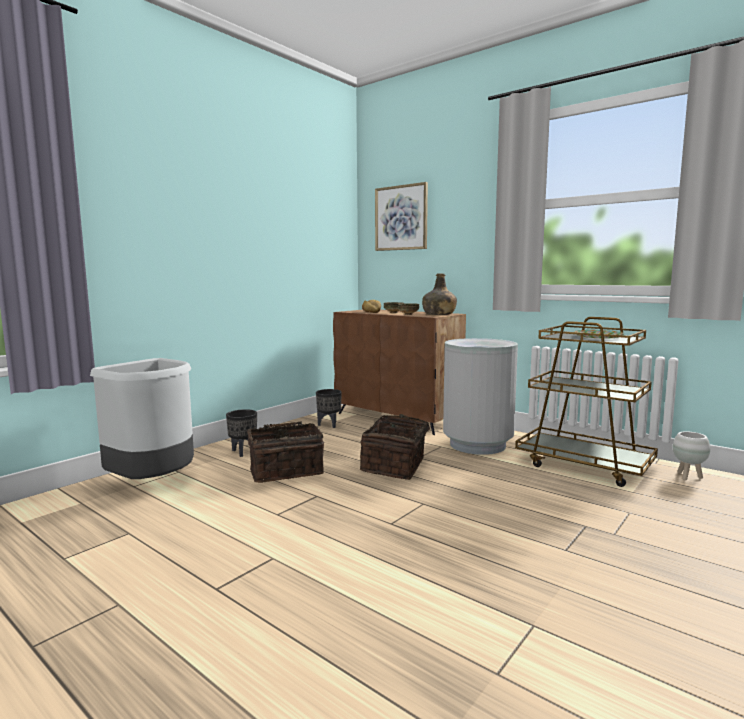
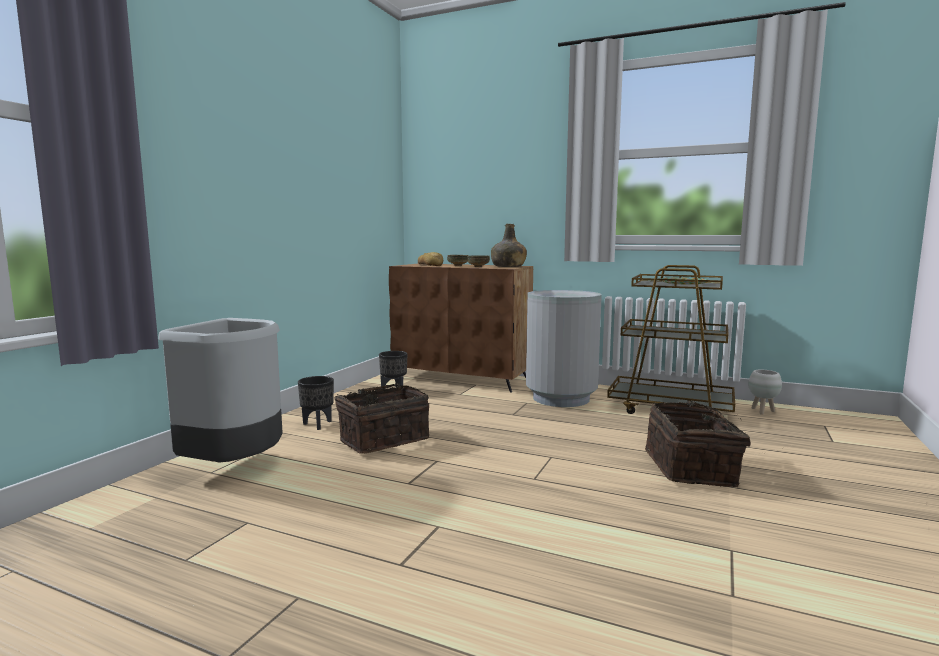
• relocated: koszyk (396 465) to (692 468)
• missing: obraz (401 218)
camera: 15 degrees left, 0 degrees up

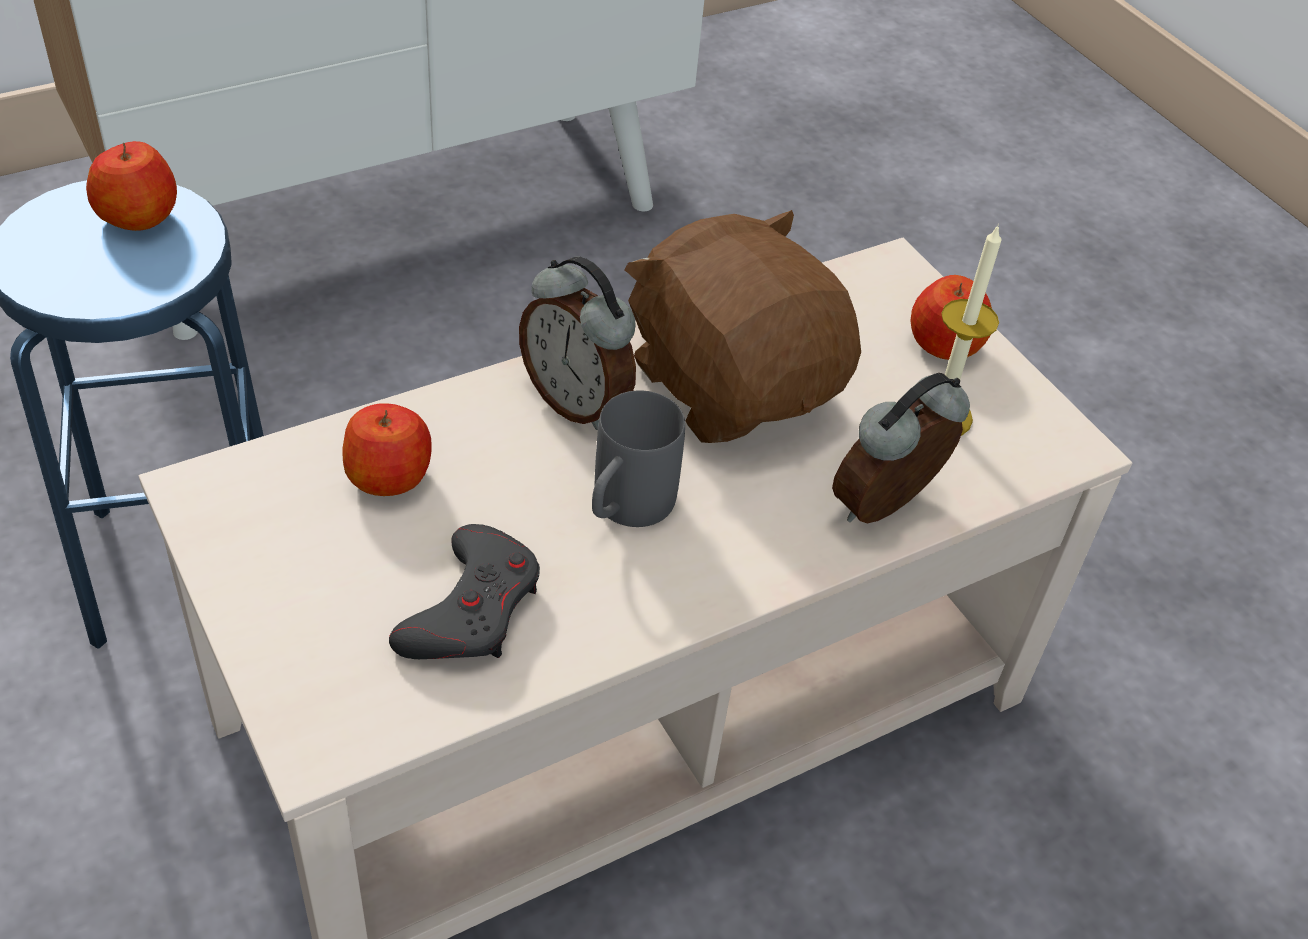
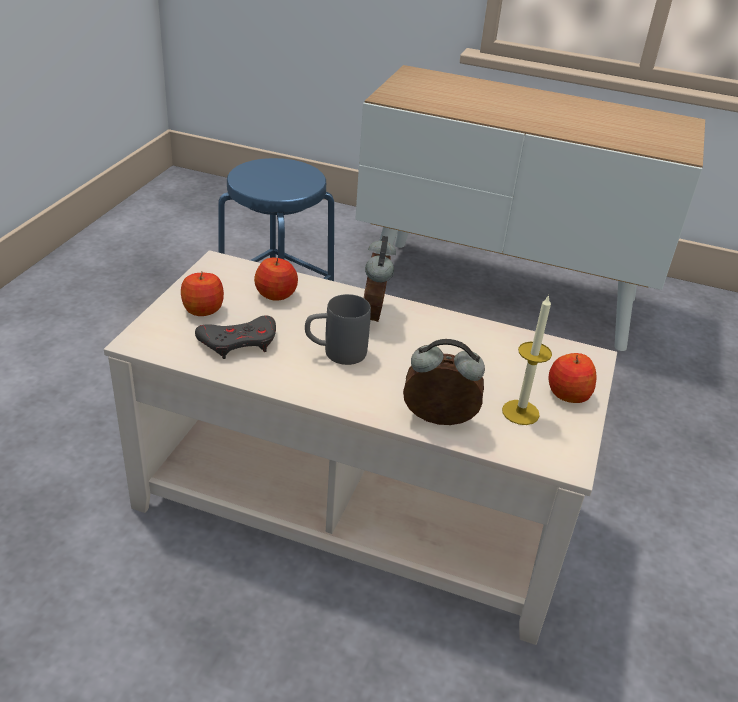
• relocated: jabłko (138 216) to (203 309)
• missing: pluszak [brązowy] (733 384)
camera: 50 degrees right, 10 degrees down

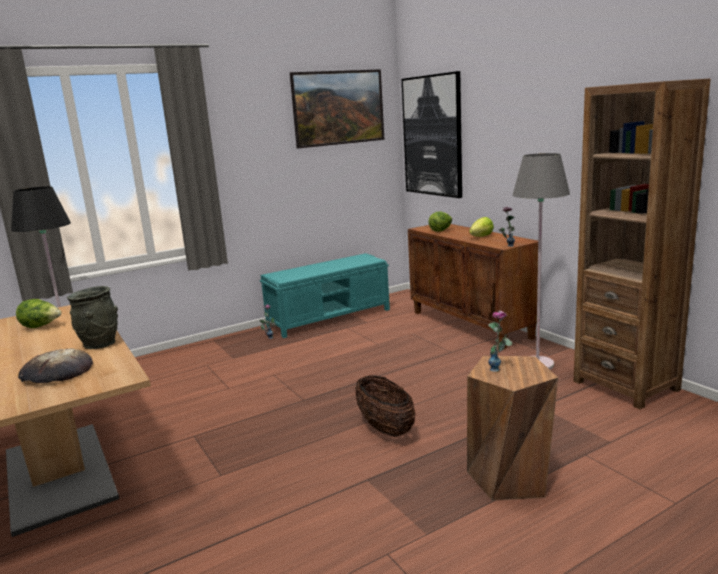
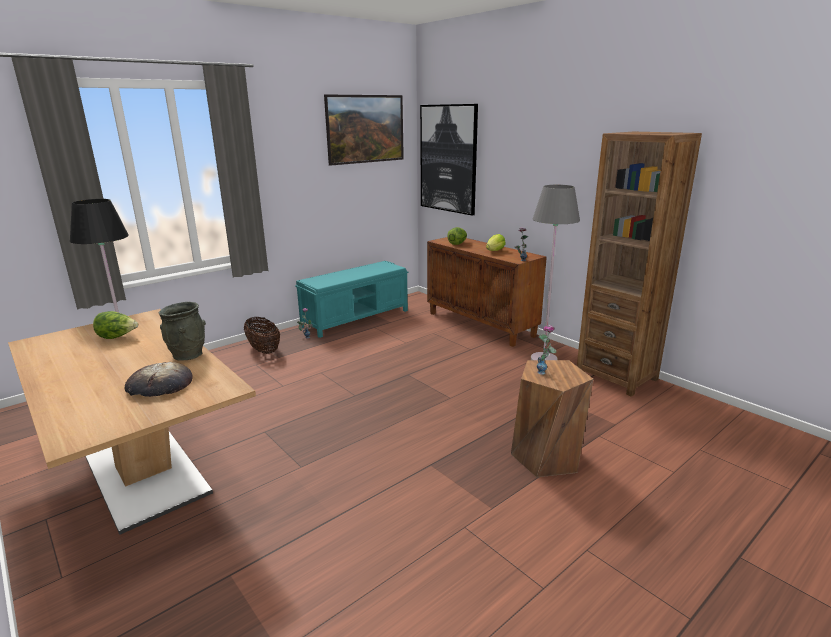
• relocated: koszyk (385 428) to (264 350)
camera: 10 degrees left, 5 degrees up

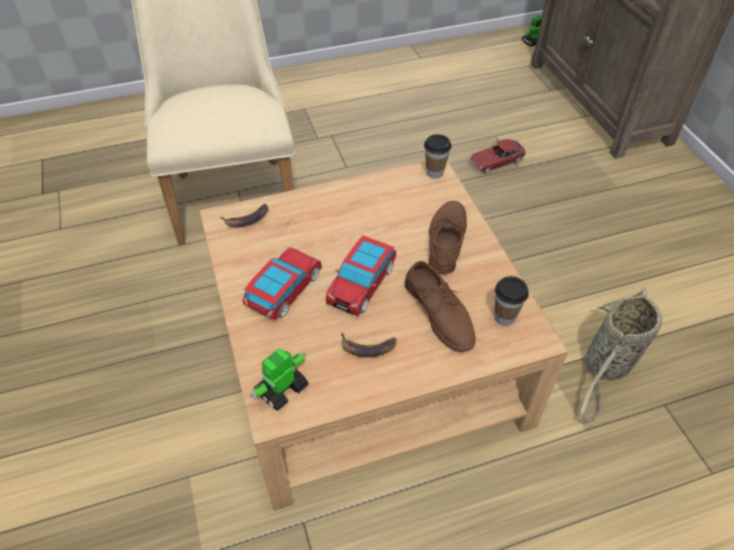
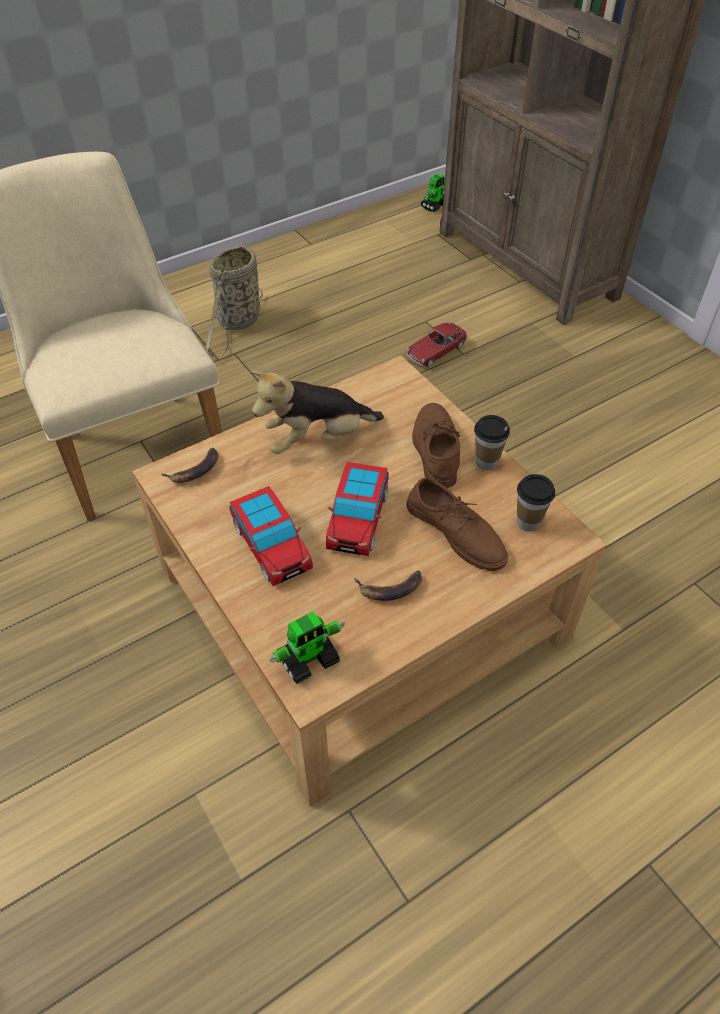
• spun: samochodzik (284 291) = (271 545) 135 degrees clockwise
• spun: robot zabawkowy (281 390) = (309 659) 150 degrees counterclockwise
• relocated: filiżanka (434 173) to (486 462)
• relocated: koszyk (606 366) to (238 322)
• appeared: pluszak (317 439)
camera: 15 degrees left, 0 degrees up

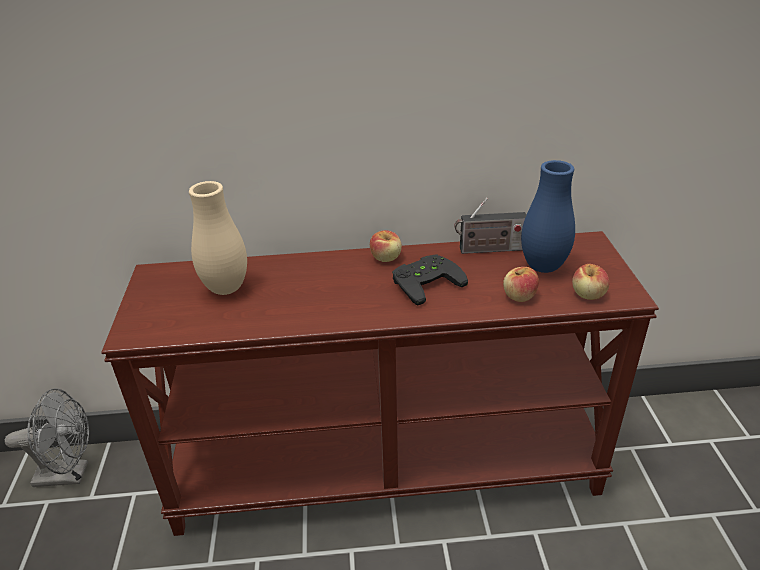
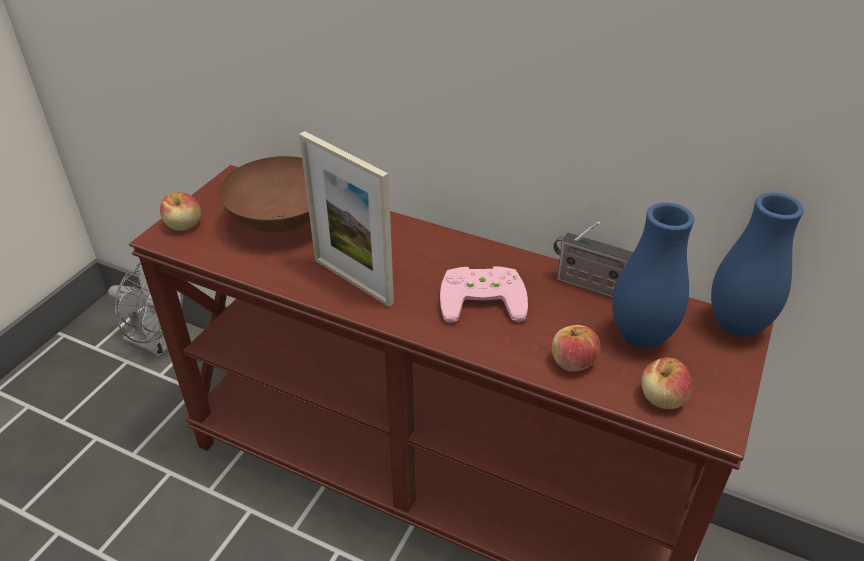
• exchanged: wazon [beżowy] (226 288) to miska [brązowy] (282 222)
• relocated: jabłko (386 257) to (184 225)
• colour: pad do gier [czarny] (425 281) to pad do gier [różowy] (482 296)
• appeared: ramka na zdjęcie (353 281)
• appeared: wazon [niebieski] (736 326)
camera: 30 degrees right, 5 degrees up

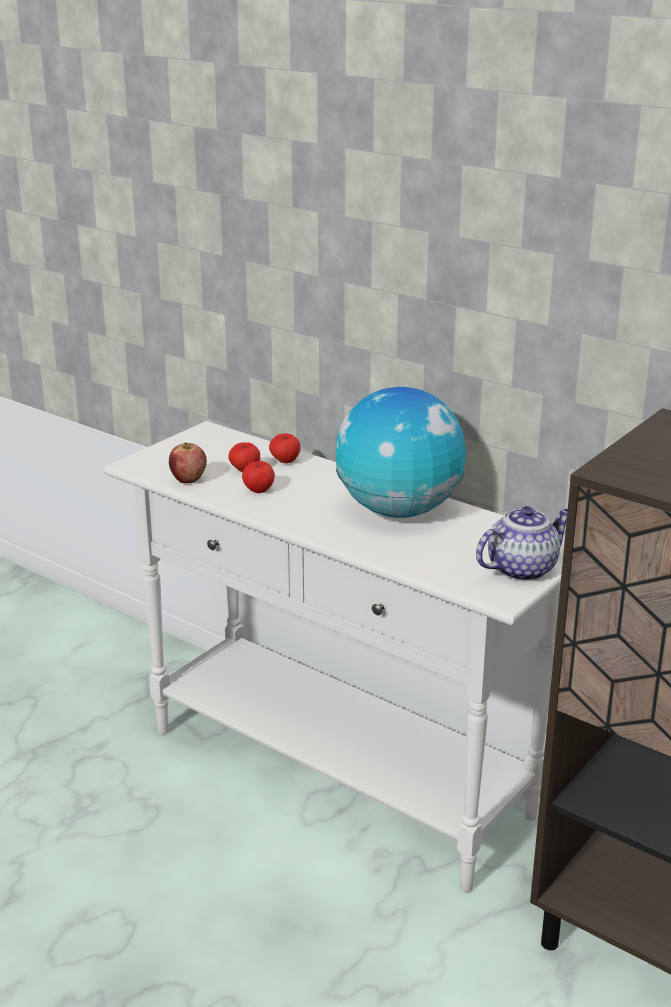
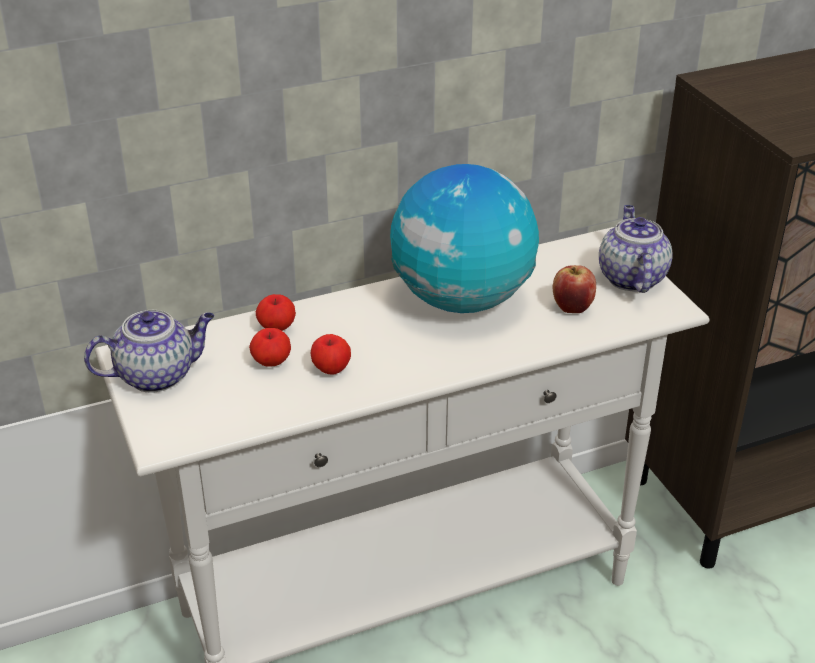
• relocated: jabłko (188 480) to (572 308)
• appeared: imbryk (157 375)
camera: 60 degrees left, 10 degrees up

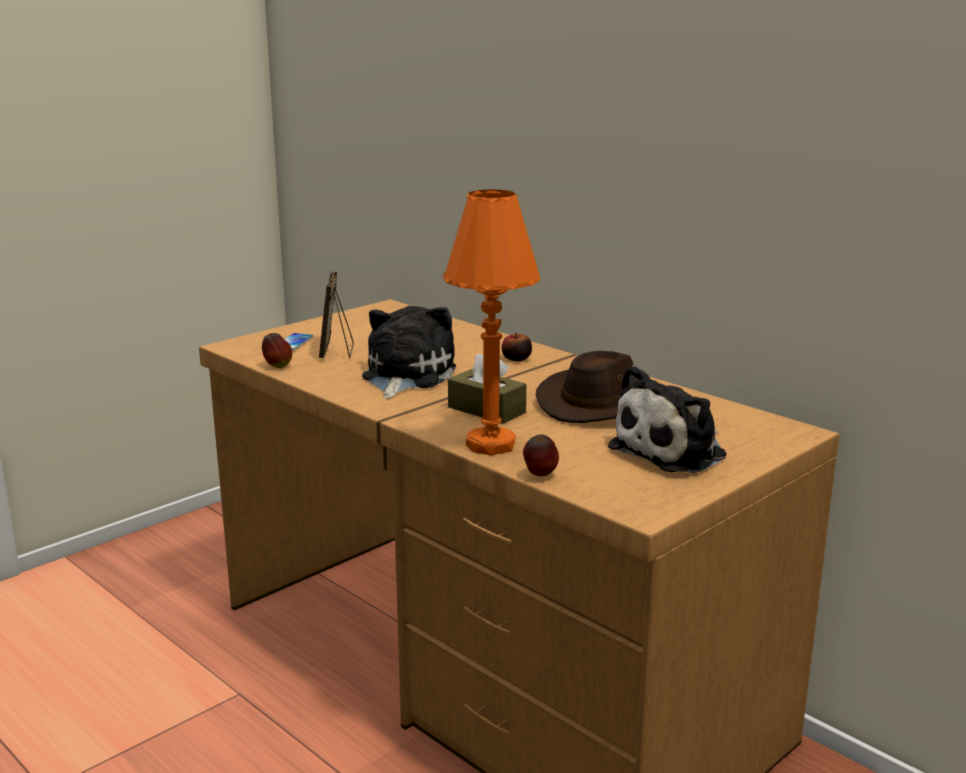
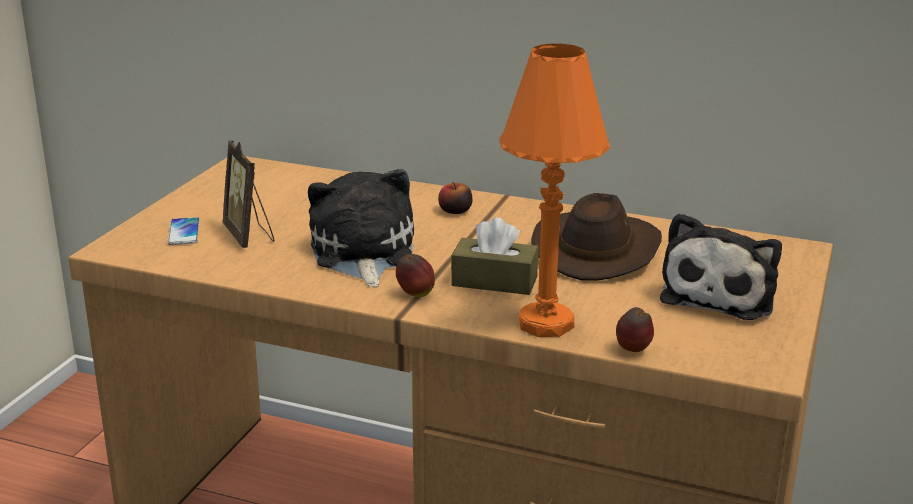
• relocated: jabłko (277 366) to (415 295)
camera: 25 degrees left, 5 degrees up

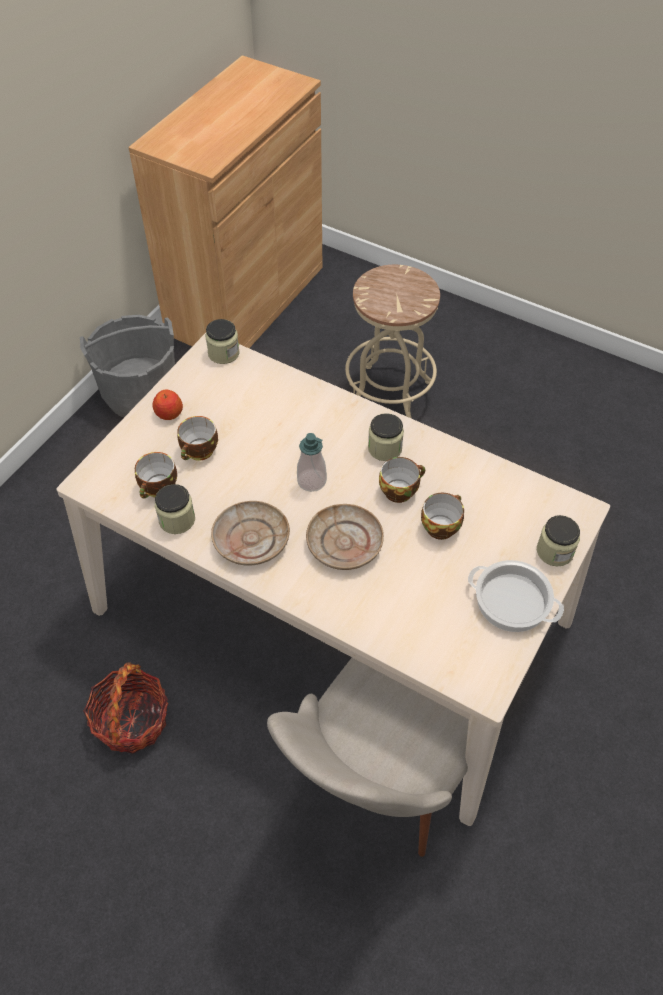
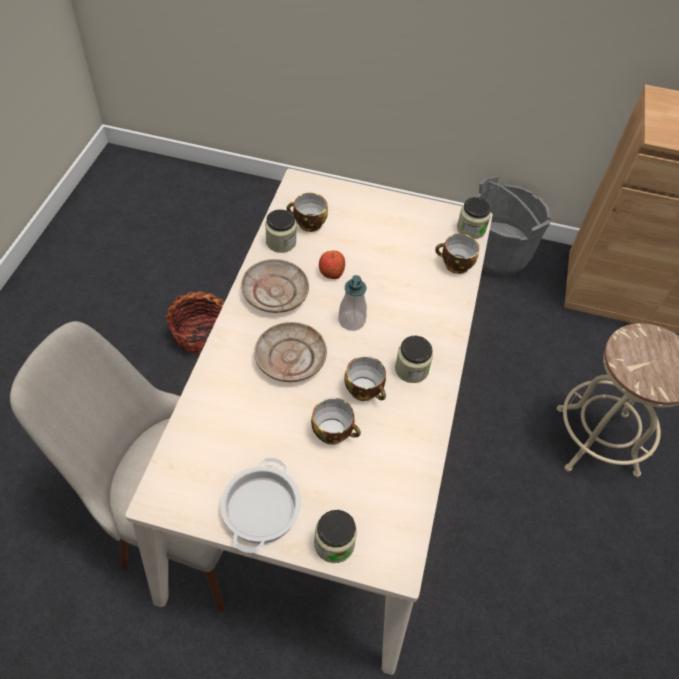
• relocated: jabłko (169 413) to (331 272)
• relocated: filiżanka (200 452) to (454 265)
camera: 70 degrees right, 0 degrees up

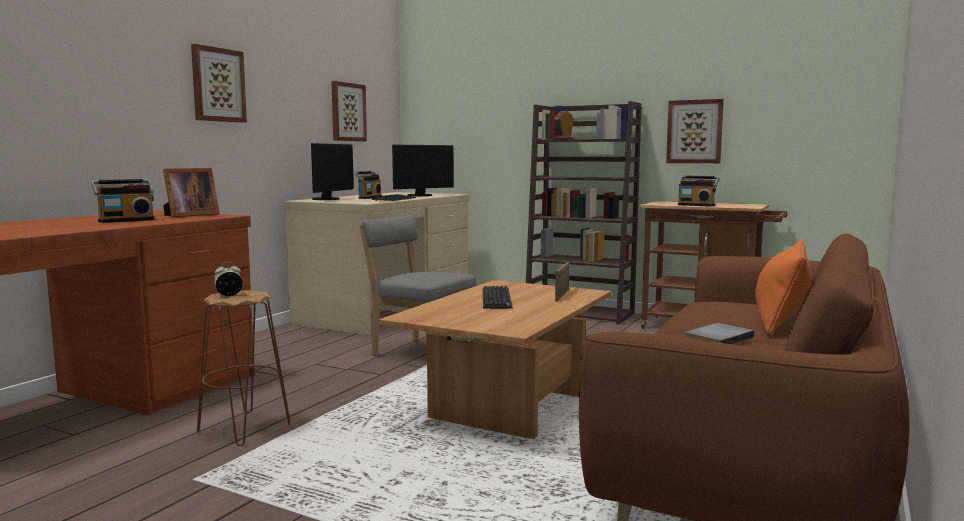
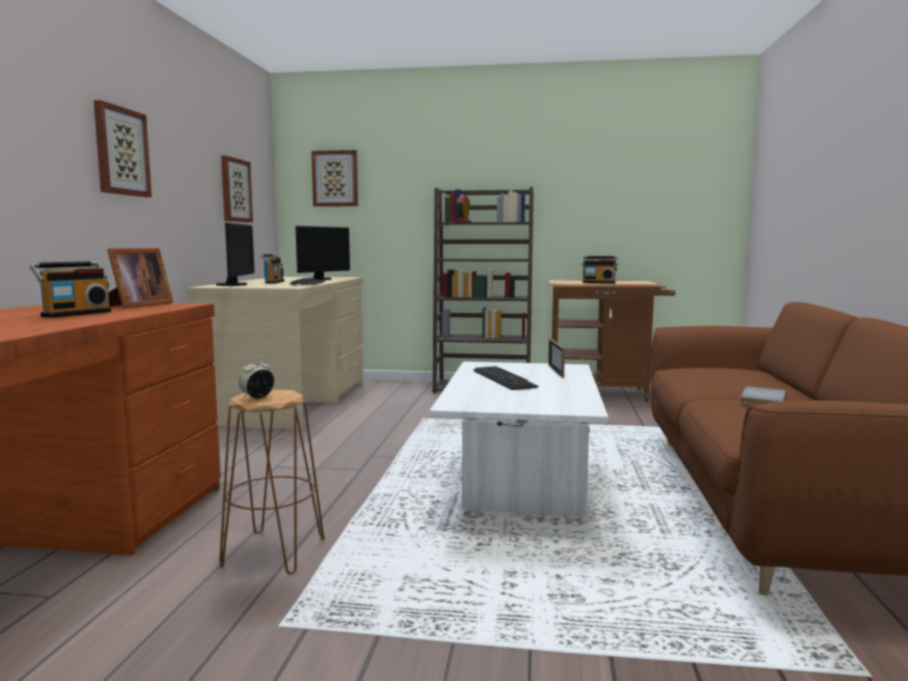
• missing: krzesło [szary] (419 352)
• colour: ława [brązowy] (505 405) to ława [biały] (520 486)
• relocated: obraz (694 131) to (335 178)
• missing: poduszka [pomarańczowy] (781 319)
camera: 20 degrees left, 0 degrees up

